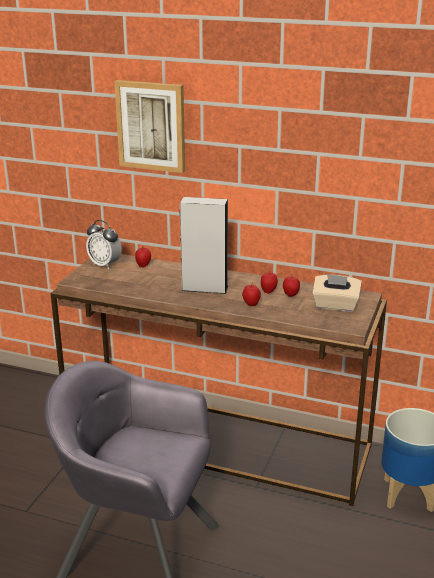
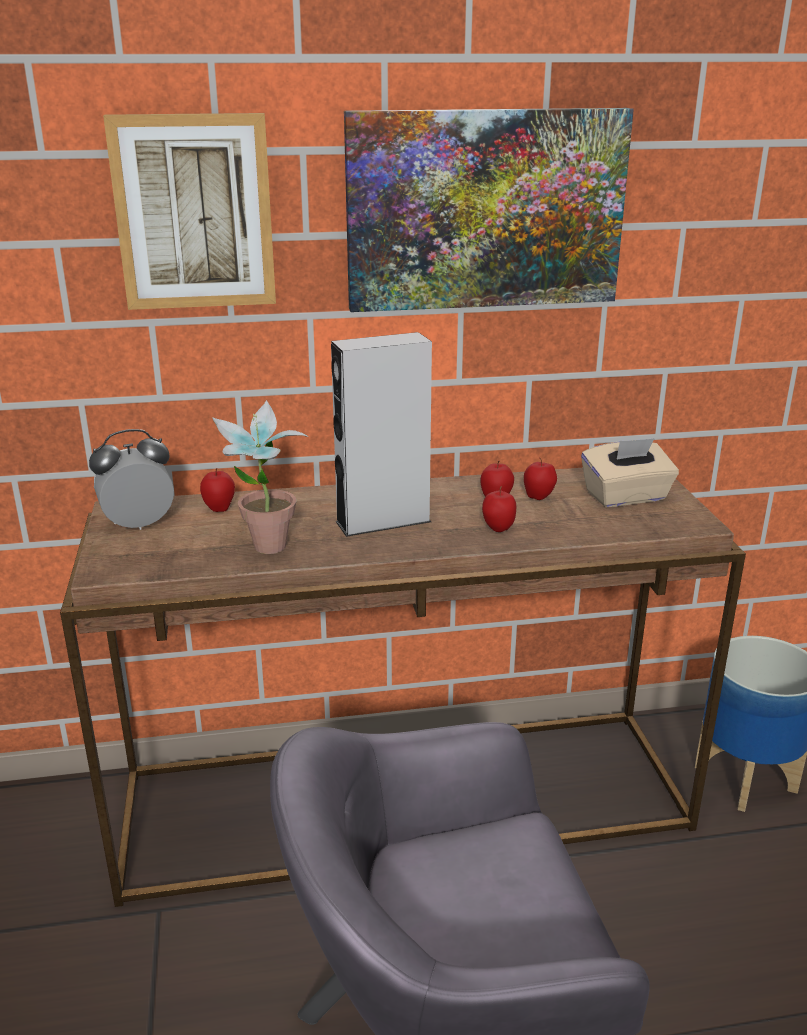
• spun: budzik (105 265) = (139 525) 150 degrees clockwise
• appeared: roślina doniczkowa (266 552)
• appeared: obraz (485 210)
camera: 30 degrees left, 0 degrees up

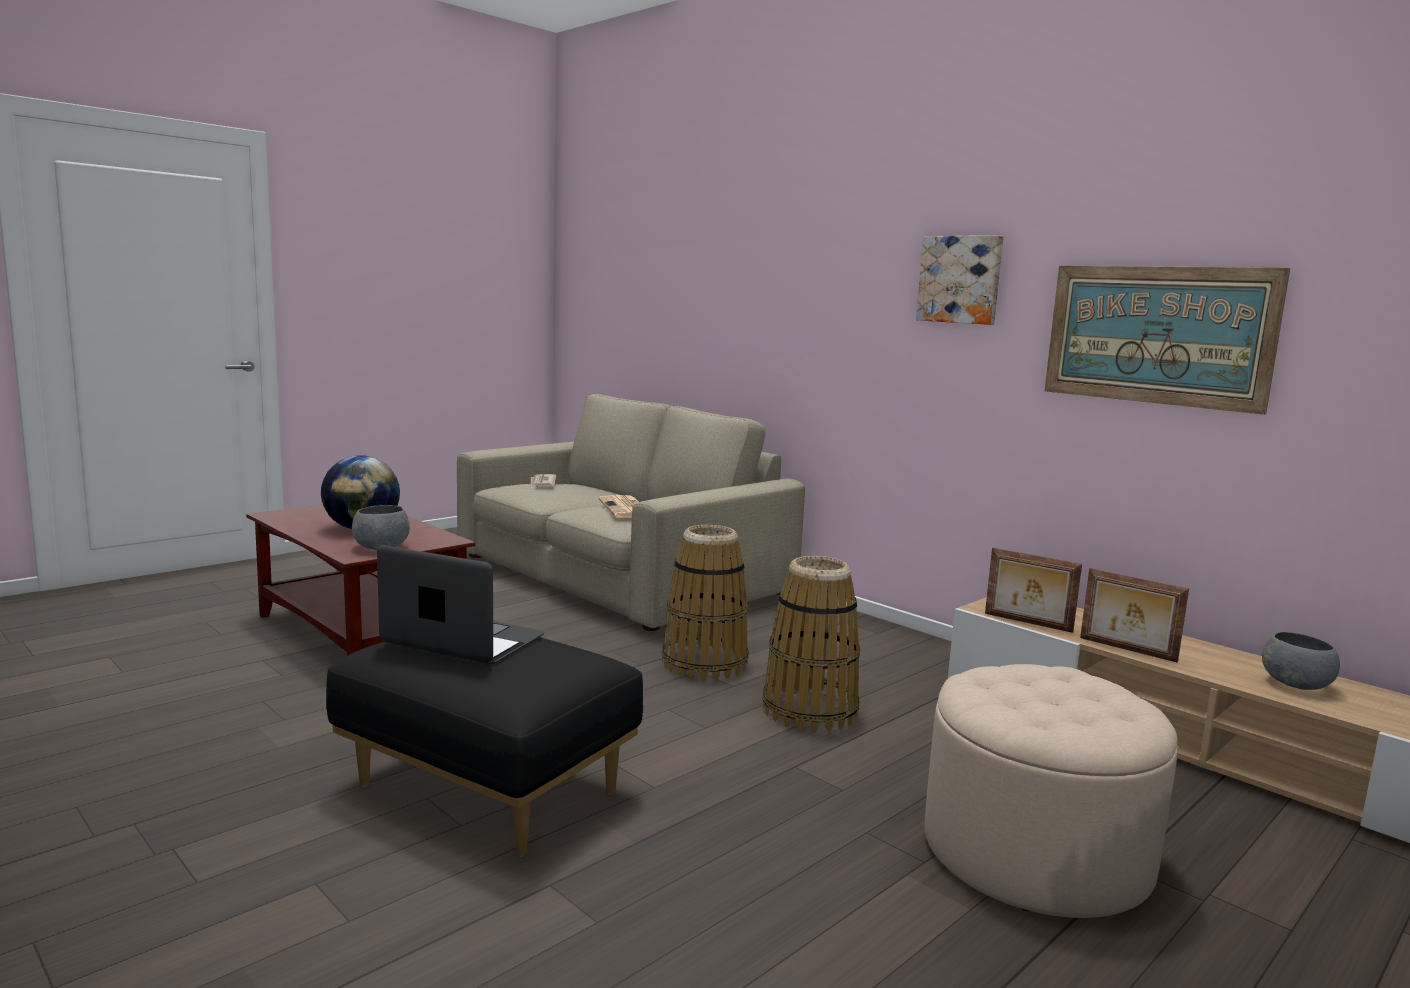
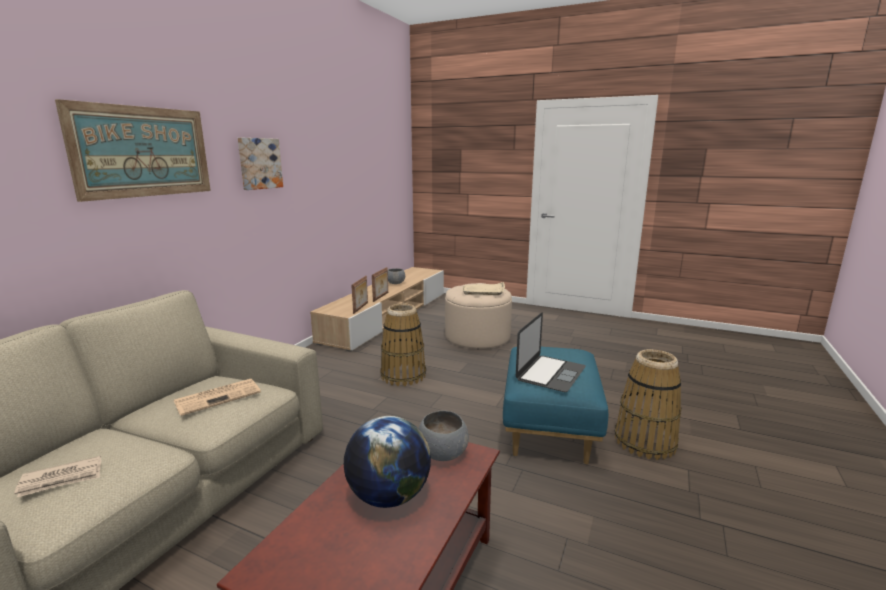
• colour: pufa [czarny] (484 790) to pufa [niebieski] (550 429)
• spun: laptop (463 639) = (550 373) 150 degrees counterclockwise
• relocated: koszyk (705 663) to (644 441)
• relocated: obraz (1157 335) to (143 152)
• appeared: taca [beżowy] (484 290)
camera: 110 degrees left, 5 degrees up

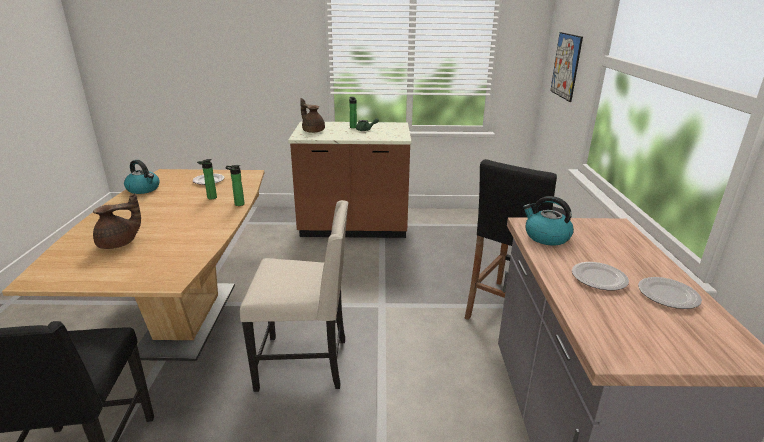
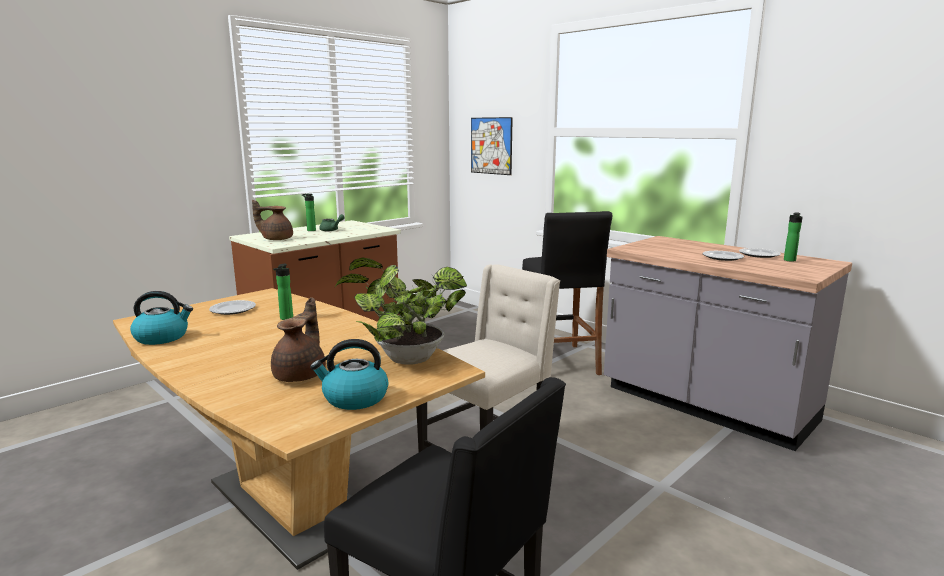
• relocated: butelka (238 204) to (789 260)
• relocated: czajnik (546 237) to (354 398)
• appeared: roślina doniczkowa (404 359)
camera: 45 degrees left, 10 degrees down

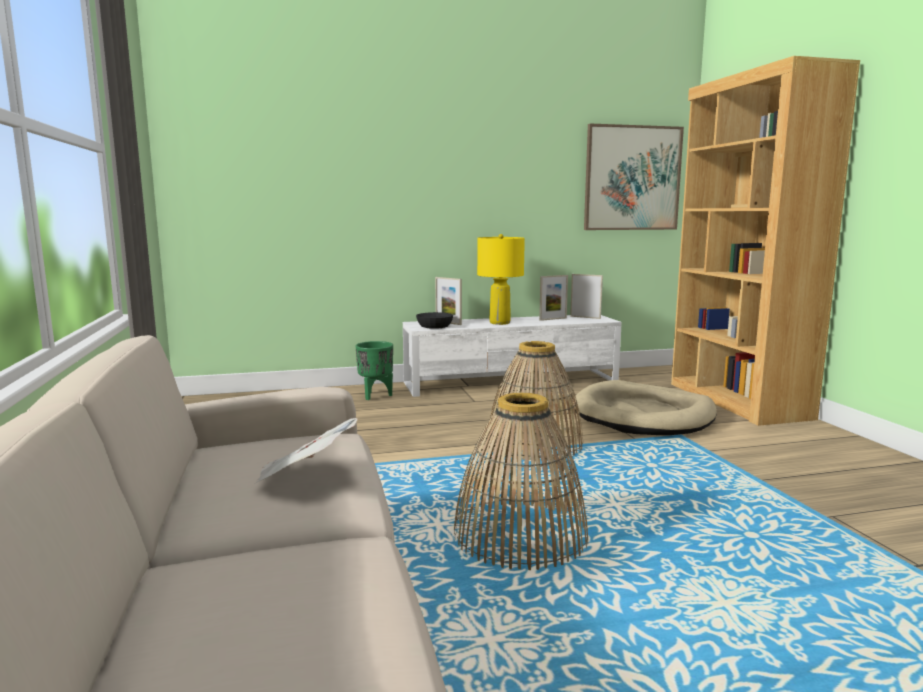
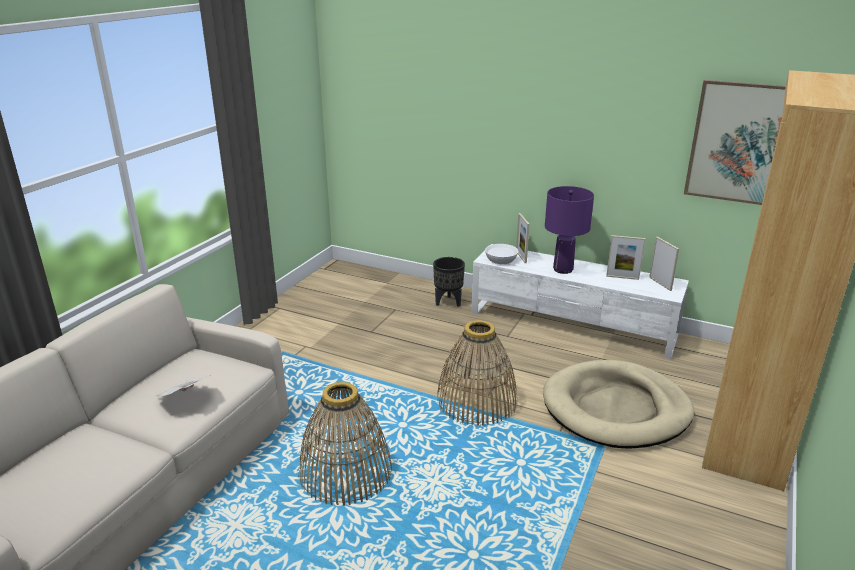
• colour: donica [zielony] (375 395) to donica [czarny] (448 302)
• colour: miska [czarny] (434 326) to miska [biały] (501 259)
• colour: lampa stołowa [żółty] (500 323) to lampa stołowa [fioletowy] (563 270)
camera: 40 degrees right, 15 degrees up

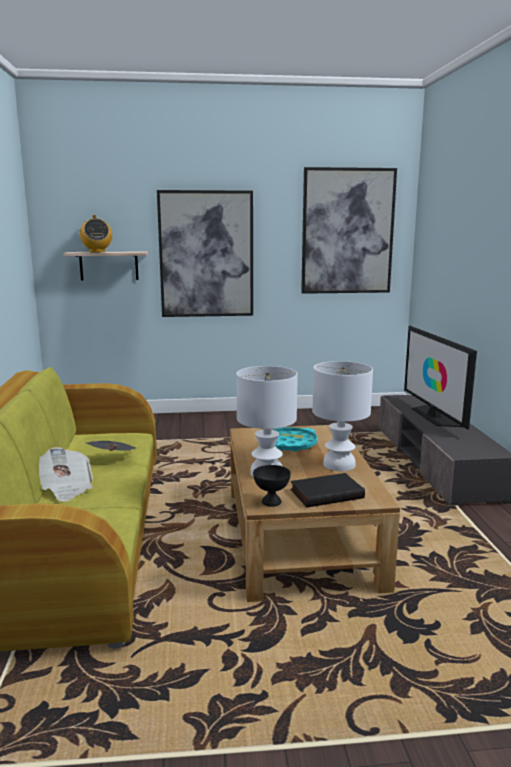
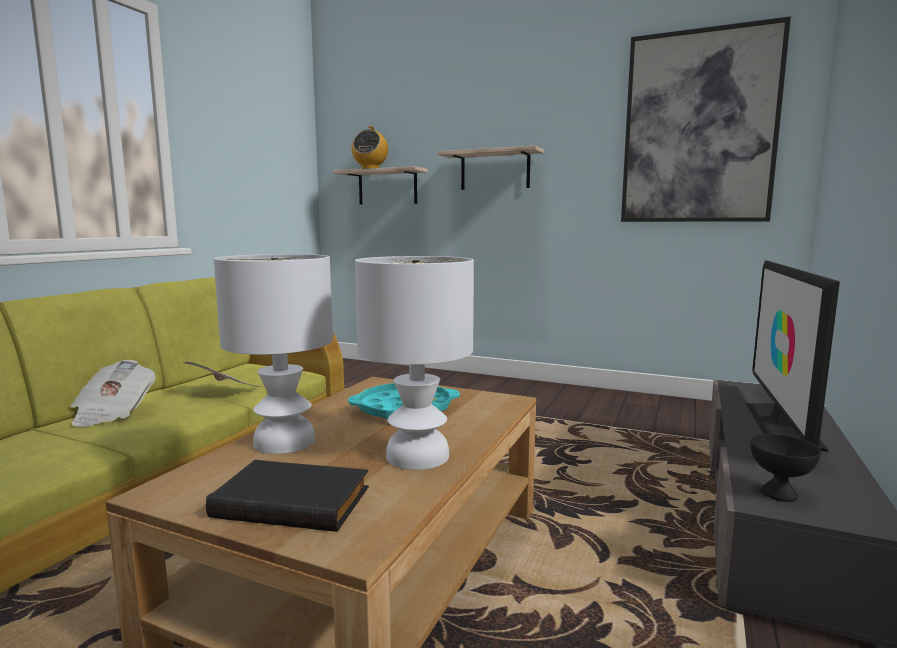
• exchanged: obraz (206 254) to półka (495 170)
• relocated: miska [czarny] (272 502) to (780 494)
camera: 30 degrees right, 5 degrees down

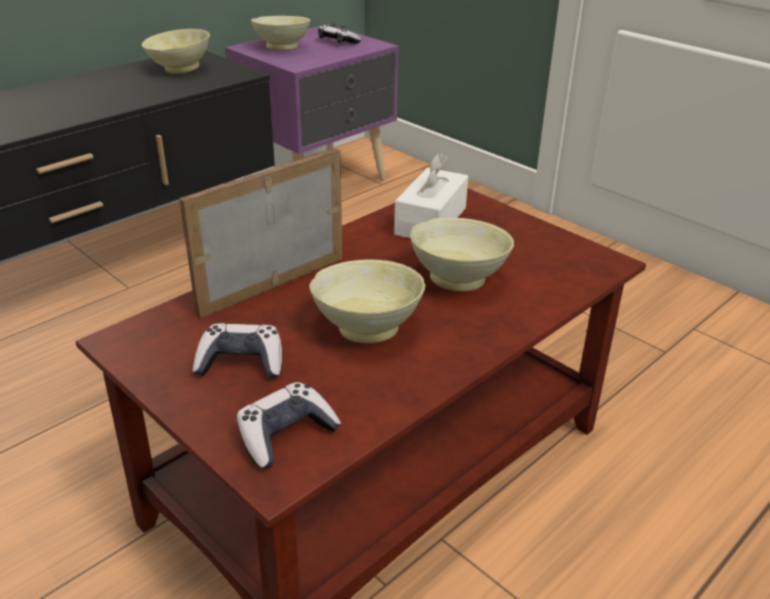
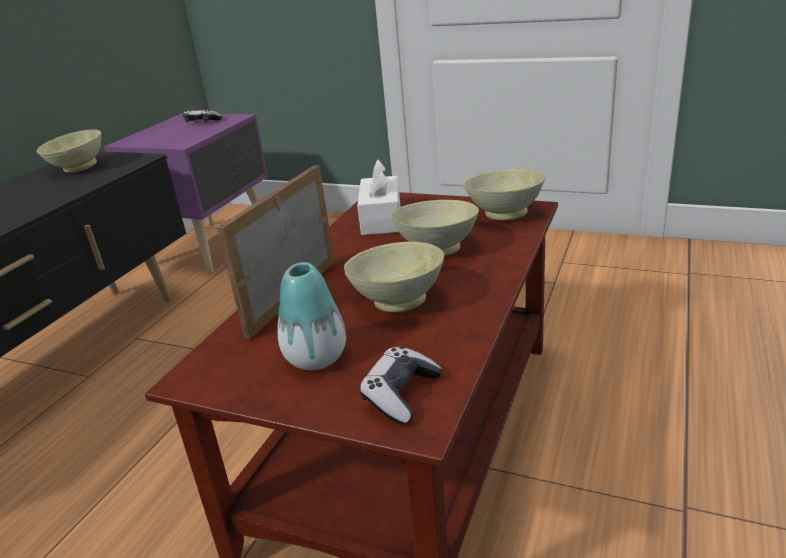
• exchanged: pad do gier (241 363) to wazon (316 358)
• relocated: miska [beżowy] (283 47) to (505 213)
camera: 20 degrees left, 5 degrees down

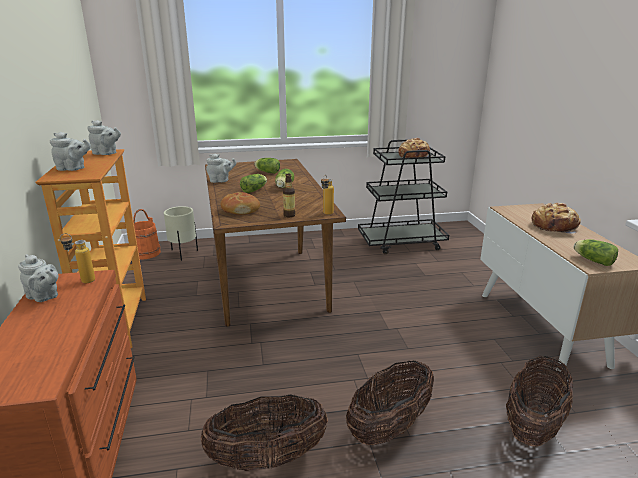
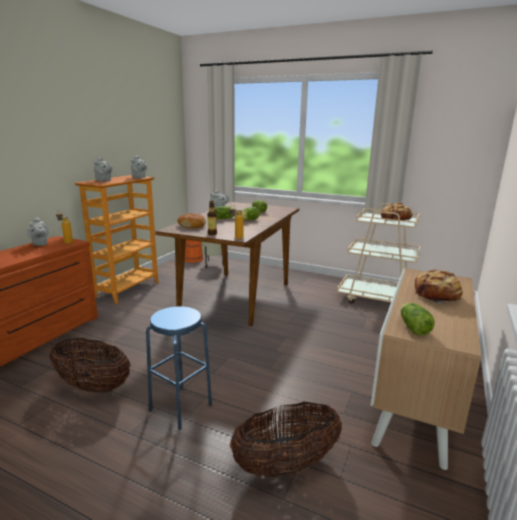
• exchanged: koszyk (389 427) to stołek [niebieski] (180 407)
• colour: wózek [czarny] (401 242) to wózek [beżowy] (378 299)
camera: 35 degrees right, 5 degrees down

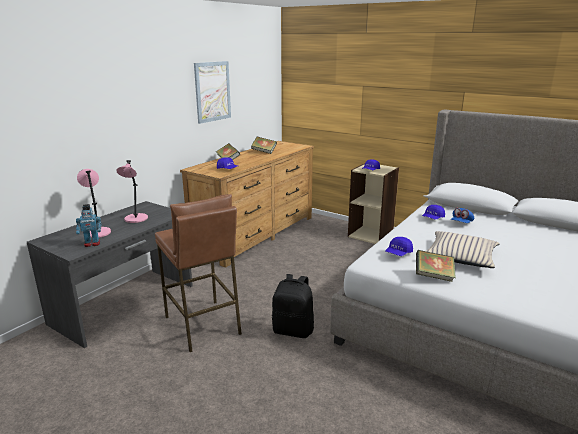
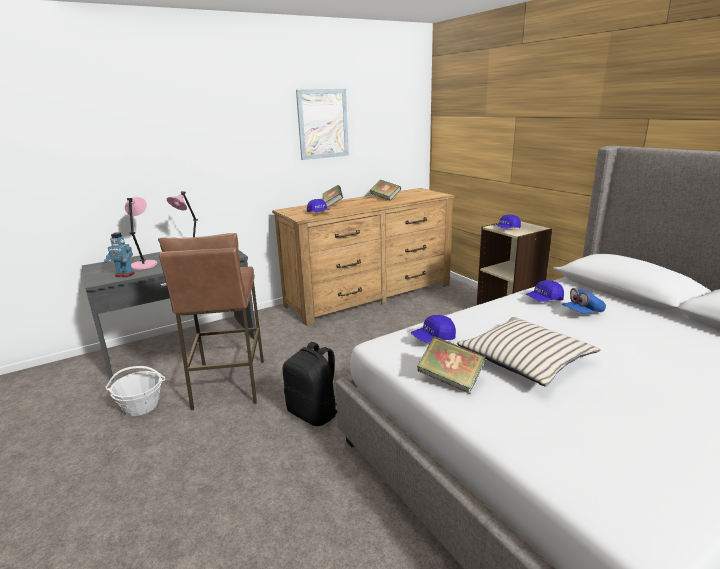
• appeared: koszyk (141 406)
camera: 25 degrees right, 0 degrees up

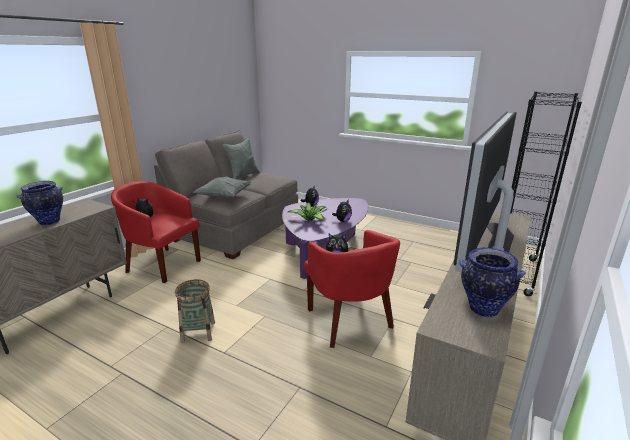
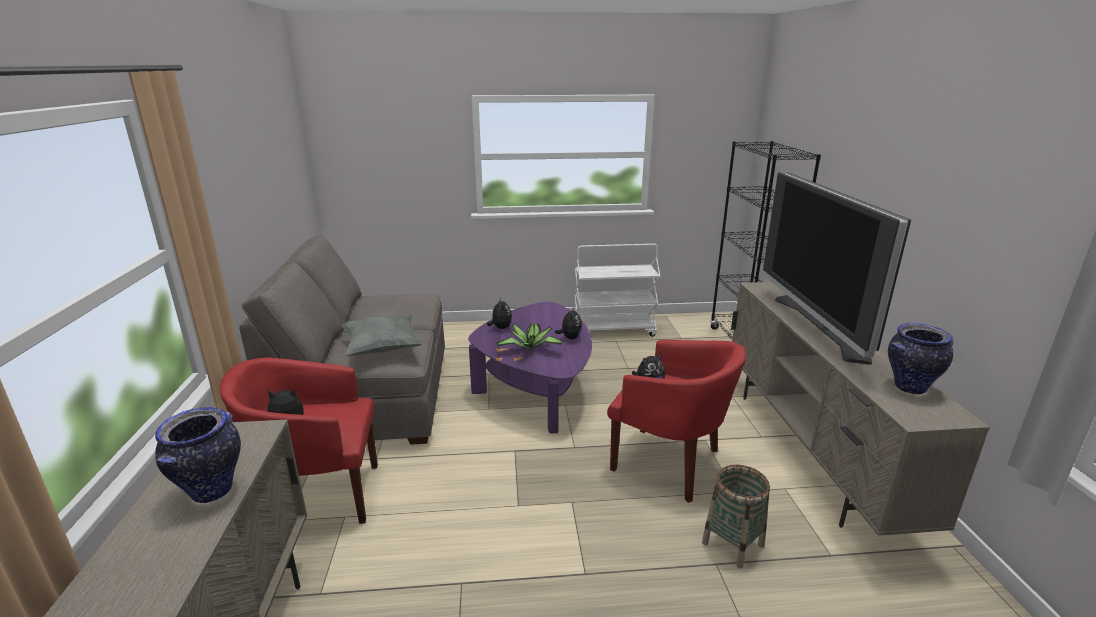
• relocated: koszyk (198 332) to (733 544)
• missing: poduszka [szary] (242 176)
• appeared: wózek [biały] (613 330)
camera: 35 degrees left, 0 degrees up

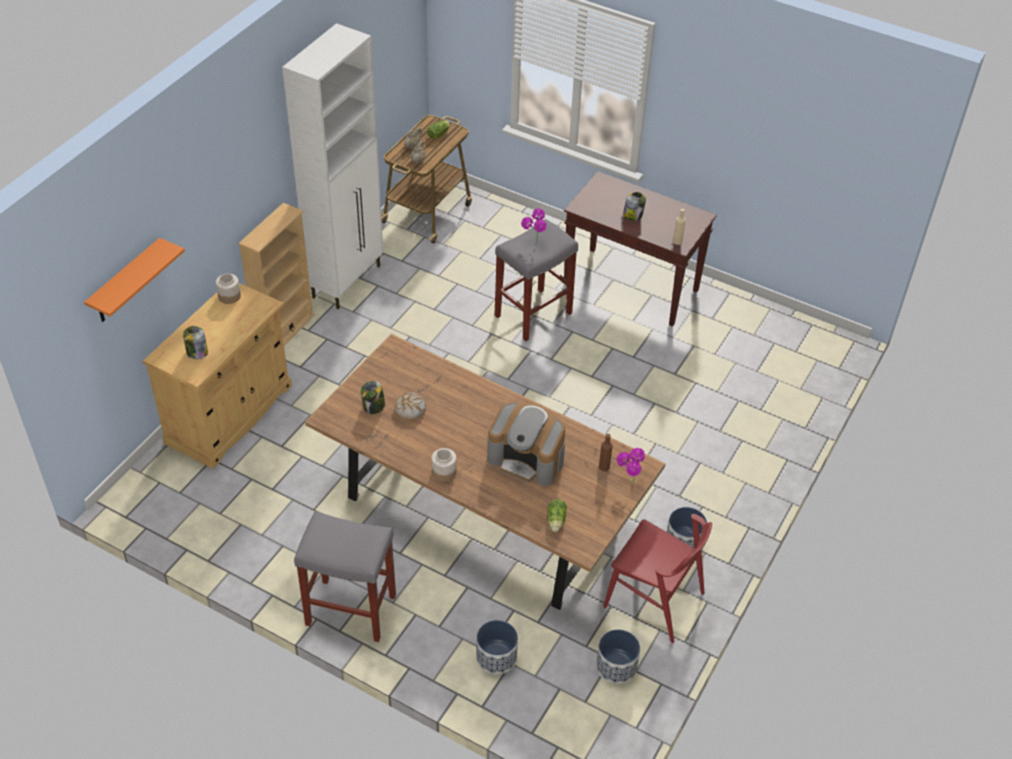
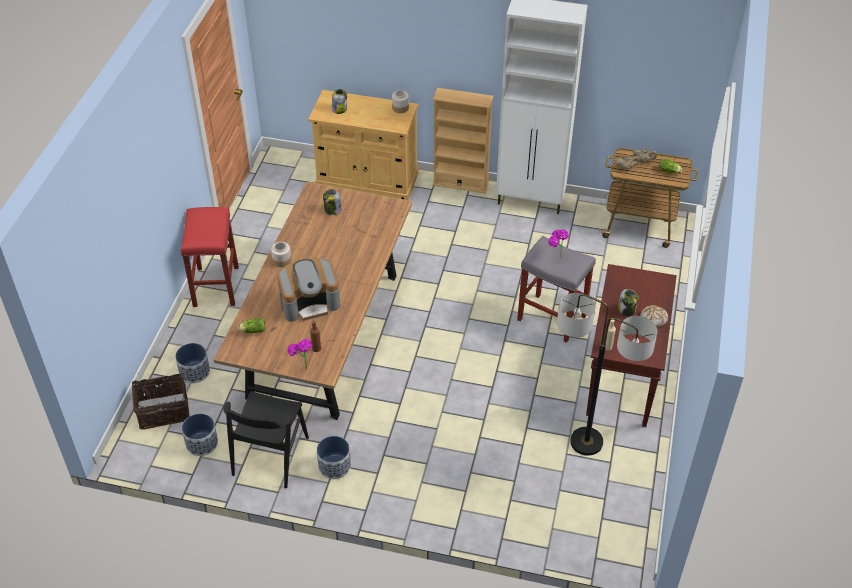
• missing: półka [pomarańczowy] (126 283)
• colour: stołek [szary] (349 610) to stołek [czerwony] (215 286)
• relocated: chleb (410 409) to (653 319)
• spun: ekspres do kawy (527 458) = (310 302) 120 degrees counterclockwise
• colour: krzesło [czerwony] (654 600) to krzesło [czarny] (270 456)
• appeared: koszyk (163 410)
• appeared: lampa stojąca (586 442)
camera: 75 degrees right, 0 degrees up

